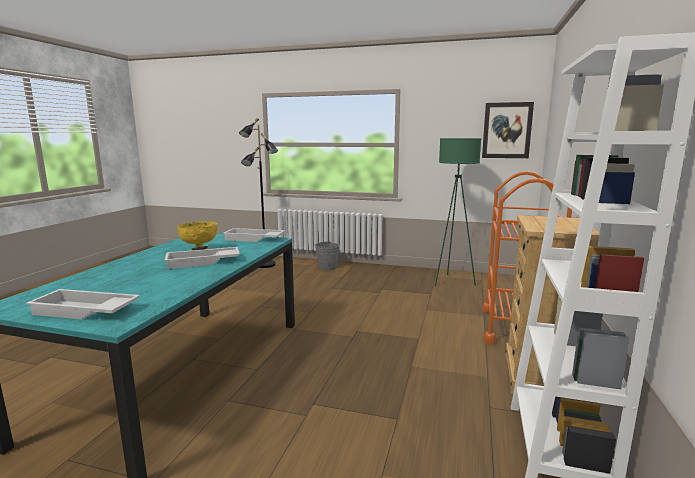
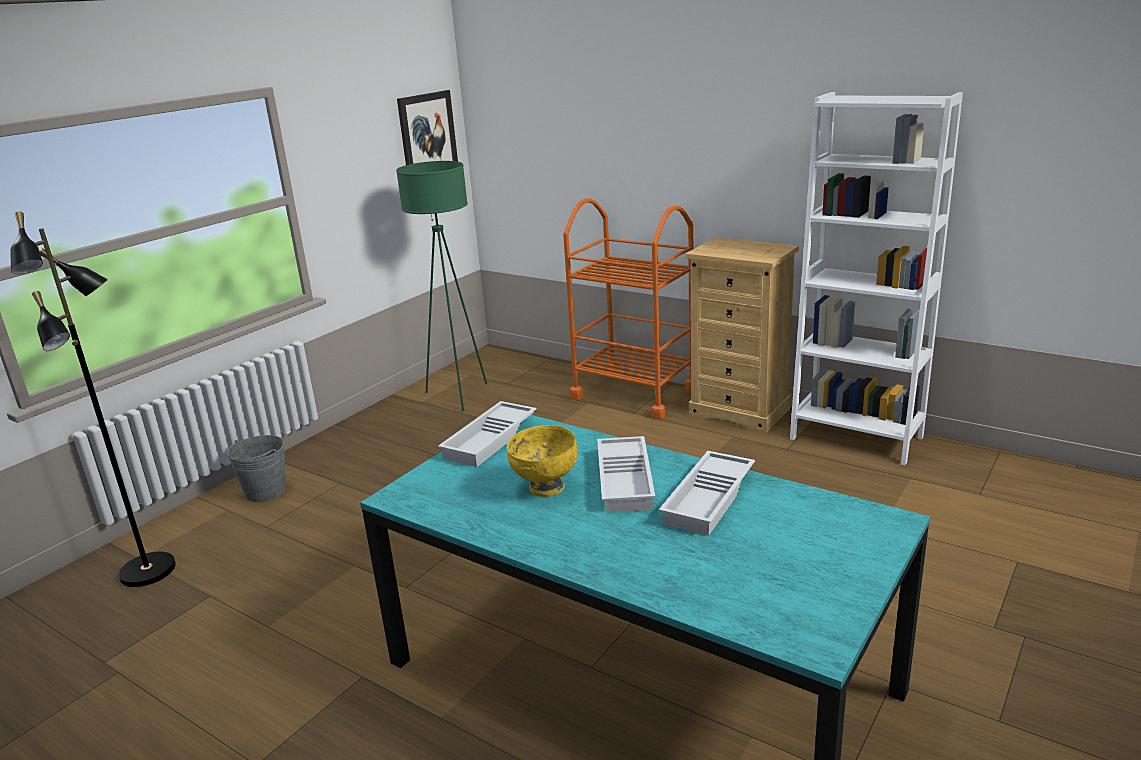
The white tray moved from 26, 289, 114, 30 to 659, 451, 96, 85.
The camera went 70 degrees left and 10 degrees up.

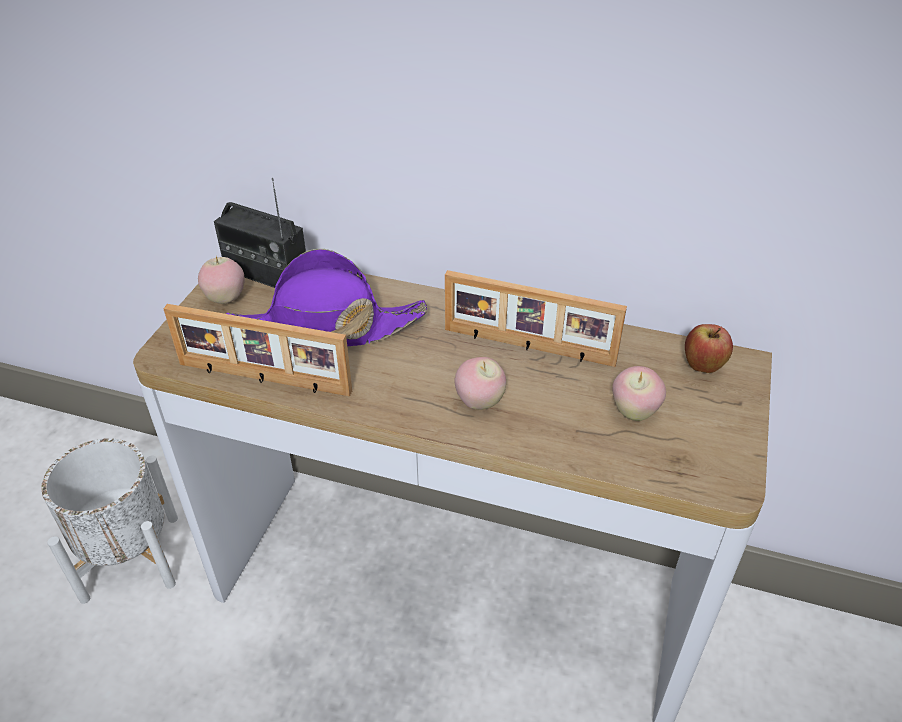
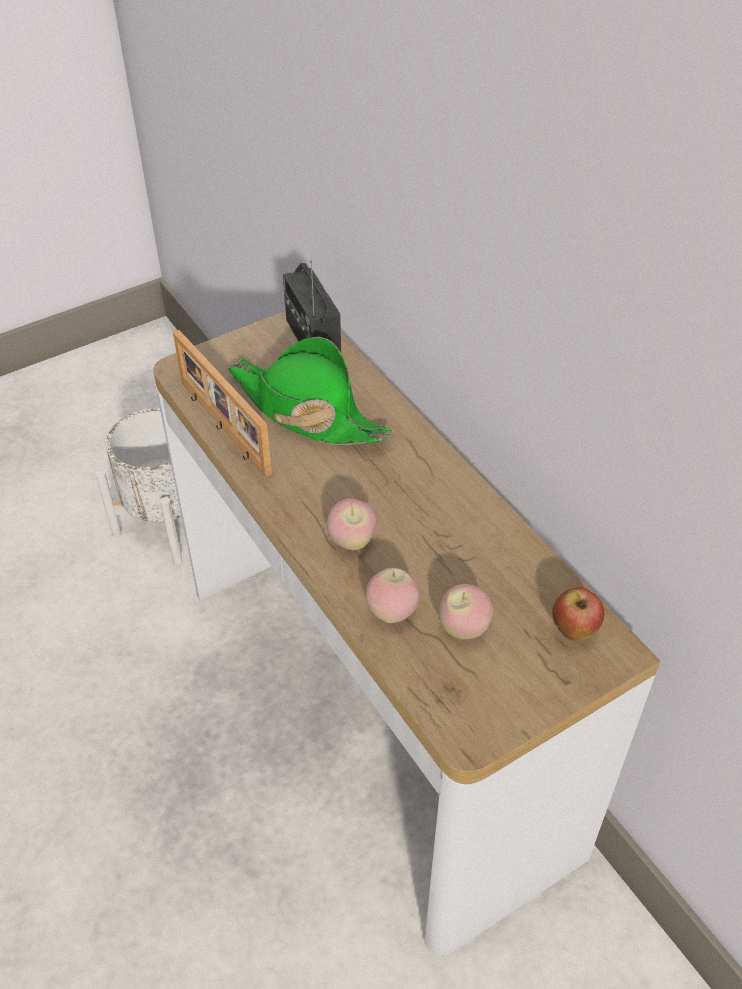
The standing frame at 445, 270, 182, 97 disappeared.
The apple moved from 198, 256, 47, 48 to 366, 568, 54, 55.
The purplish clothing hat at 226, 249, 201, 97 became the greenish clothing hat at 228, 337, 165, 108.
The camera went 40 degrees right and 5 degrees up.

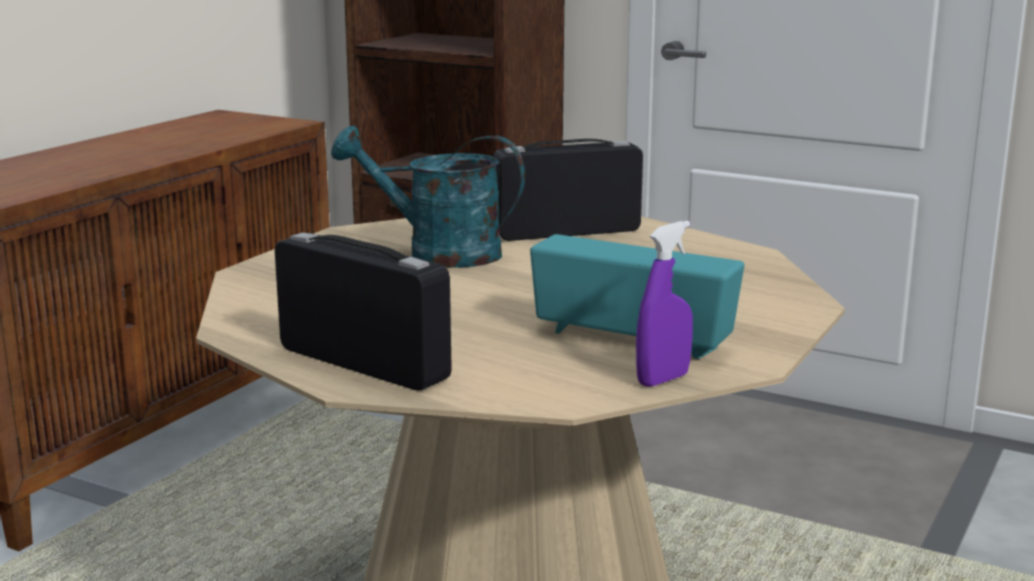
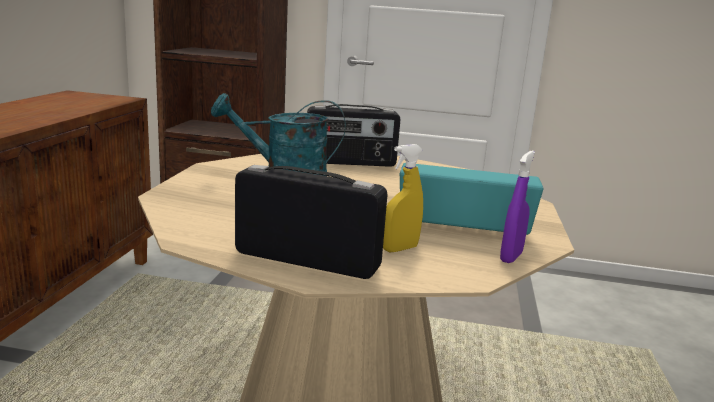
The yellow-coloured sprayer at 383, 144, 40, 108 appeared.
The radio receiver at 493, 139, 150, 102 turned 150 degrees counterclockwise.
The camera went 20 degrees left and 0 degrees up.

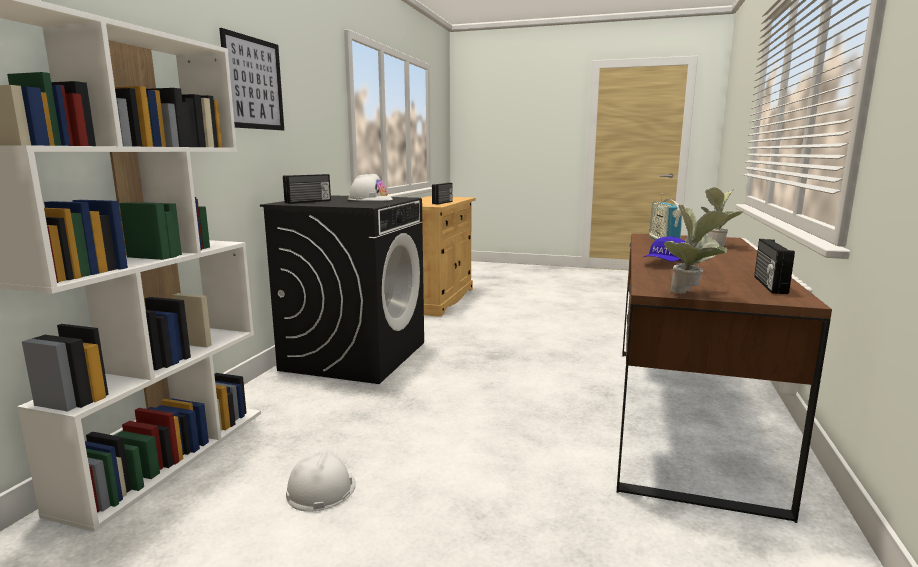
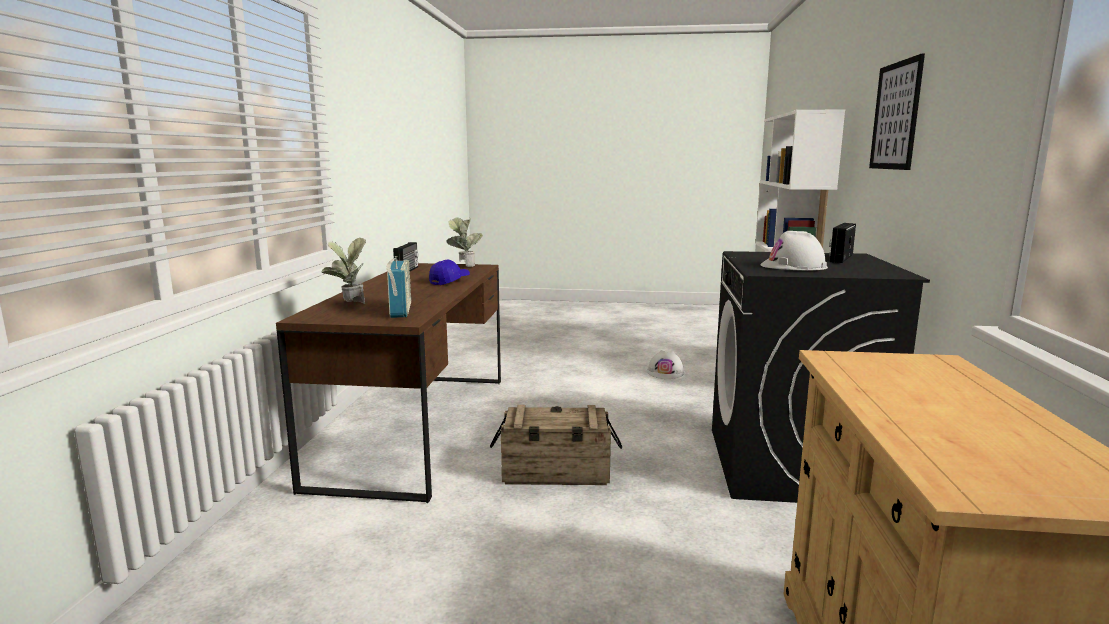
The radio receiver at 432, 183, 21, 21 disappeared.
The shipping crate at 490, 405, 132, 80 appeared.
The camera went 170 degrees right and 0 degrees up.

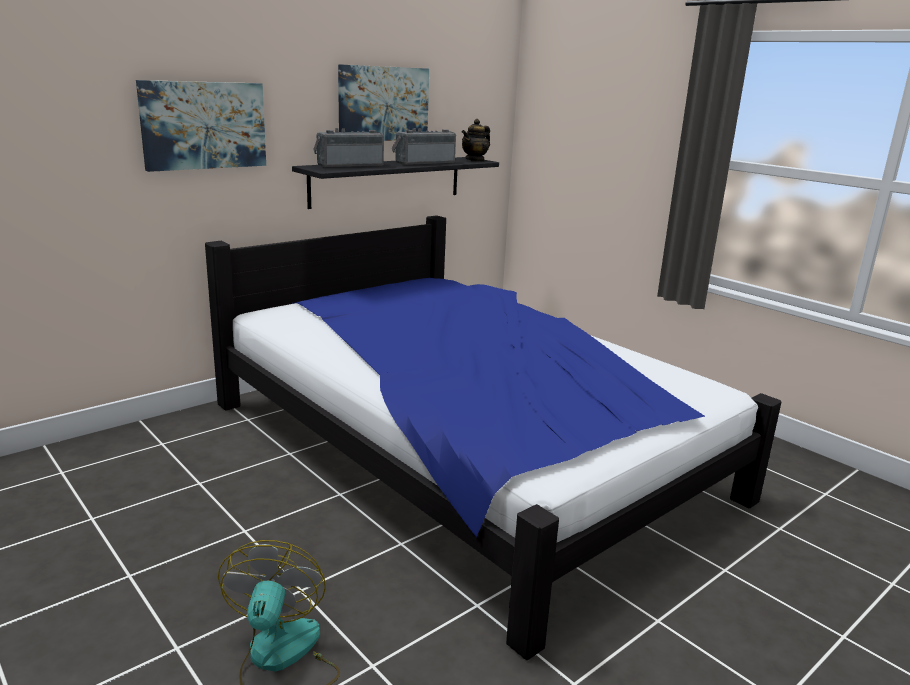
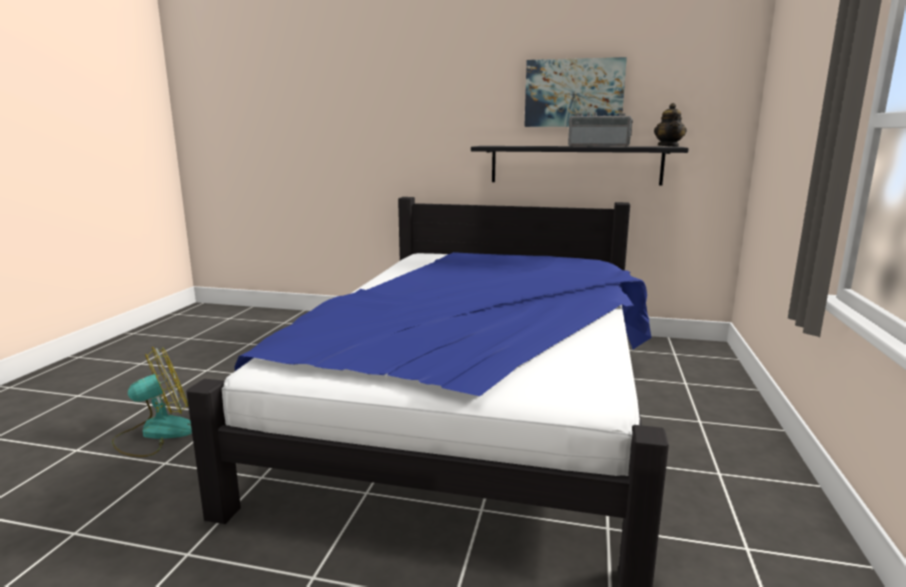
The wall picture at 136, 80, 130, 92 disappeared.
The radio receiver at 313, 128, 71, 40 disappeared.
The teapot at 462, 119, 28, 43 turned 90 degrees counterclockwise.
The camera went 55 degrees right and 5 degrees down.

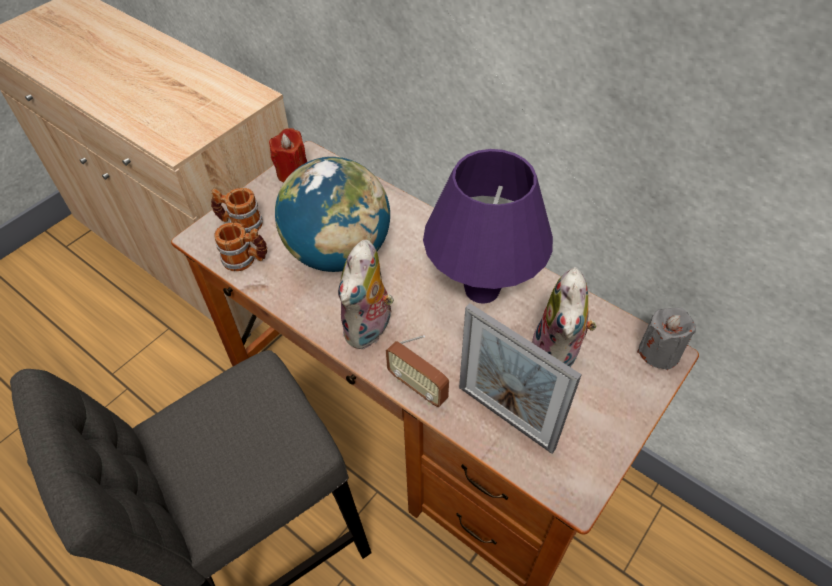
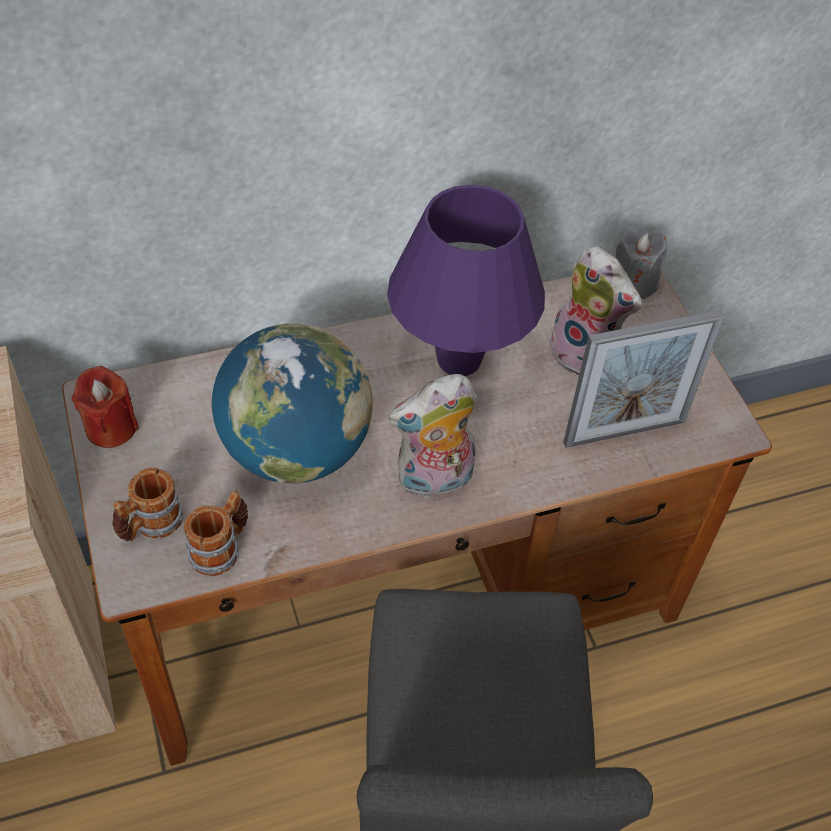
The radio receiver at 386, 335, 63, 72 disappeared.
The plush toy at 338, 240, 60, 109 turned 105 degrees clockwise.
The camera went 60 degrees left and 0 degrees up.

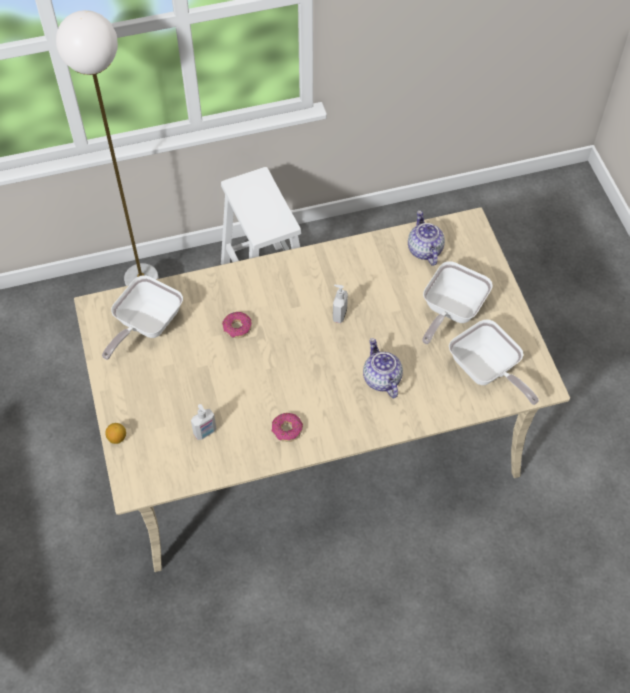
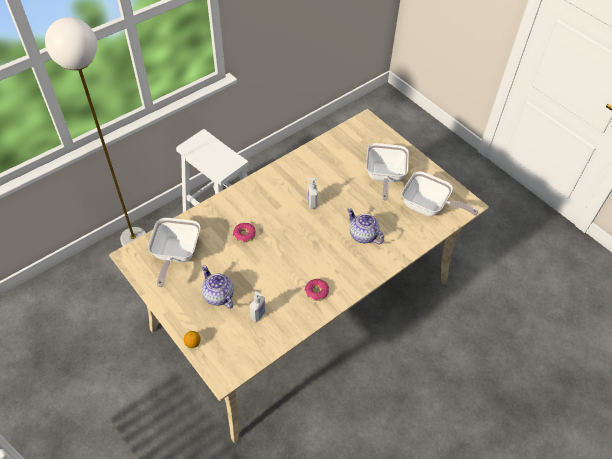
The teapot moved from 408, 210, 37, 56 to 202, 265, 32, 44.
The camera went 25 degrees left and 5 degrees down.

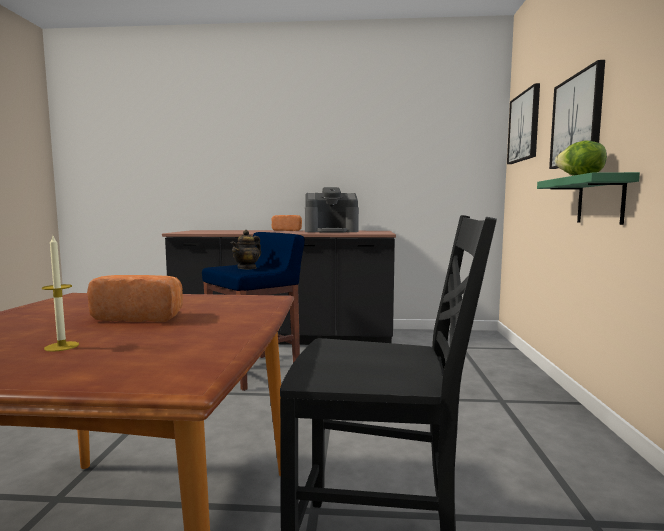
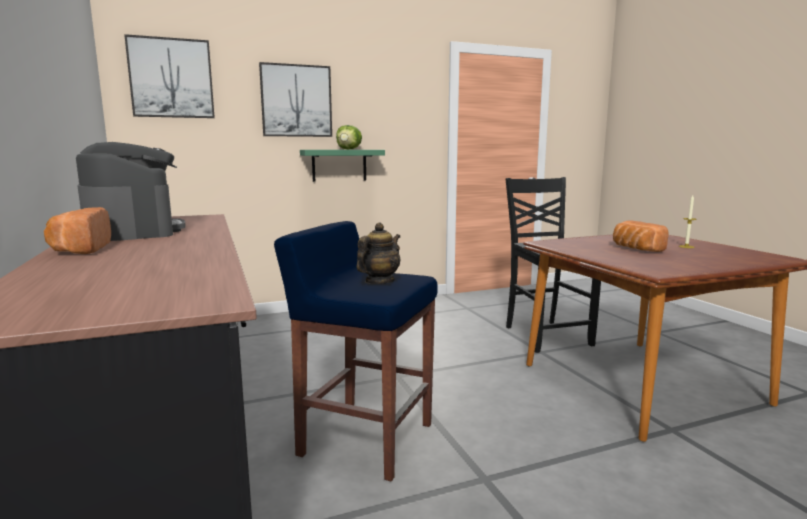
The teapot at 231, 230, 30, 39 turned 60 degrees counterclockwise.
The camera went 115 degrees left and 5 degrees up.

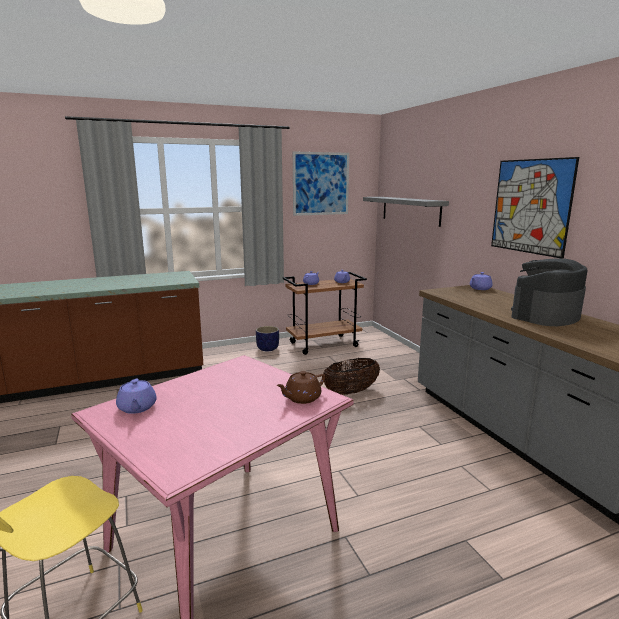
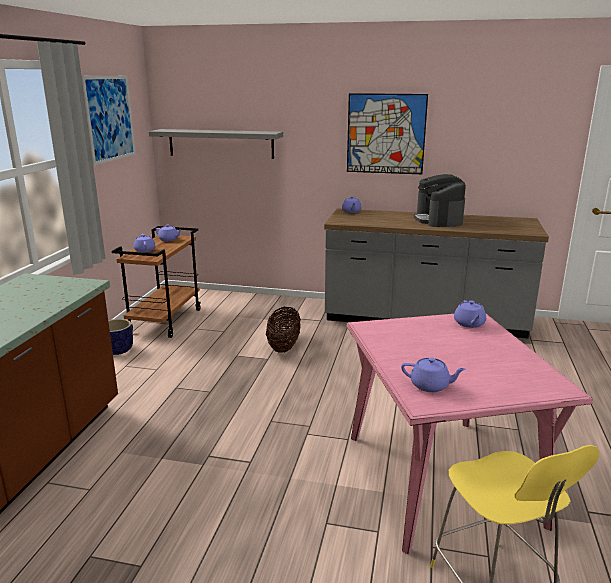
The brown-coloured teapot at 276, 371, 49, 33 became the purplish teapot at 454, 300, 32, 28.
The camera went 55 degrees left and 5 degrees up.

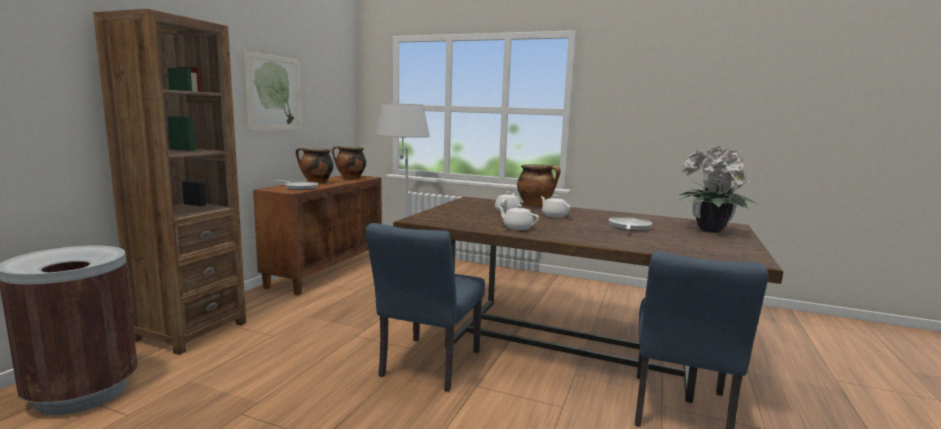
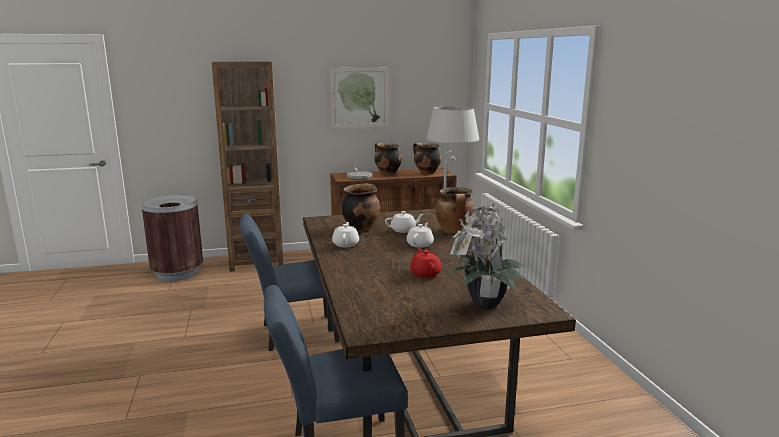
The saucepot at 341, 183, 40, 49 appeared.
The skillet at 609, 217, 43, 14 was replaced by the red-coloured teapot at 410, 247, 31, 31.
The camera went 55 degrees right and 5 degrees up.

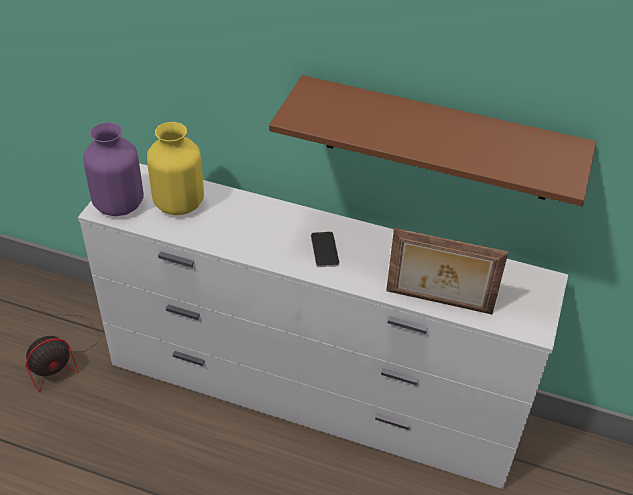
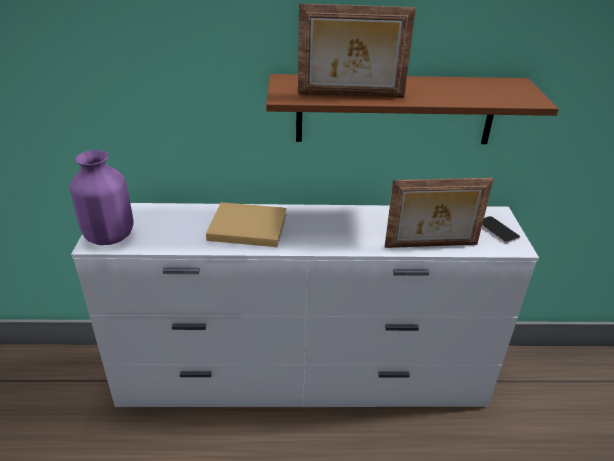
The fan at 25, 302, 75, 90 disappeared.
The yellow-coloured decorative vase at 147, 122, 57, 93 disappeared.
The beige bound book at 206, 202, 81, 45 appeared.
The standing frame at 298, 3, 118, 95 appeared.
The telephone moved from 311, 231, 28, 36 to 482, 216, 38, 27.
The camera went 20 degrees left and 10 degrees down.

